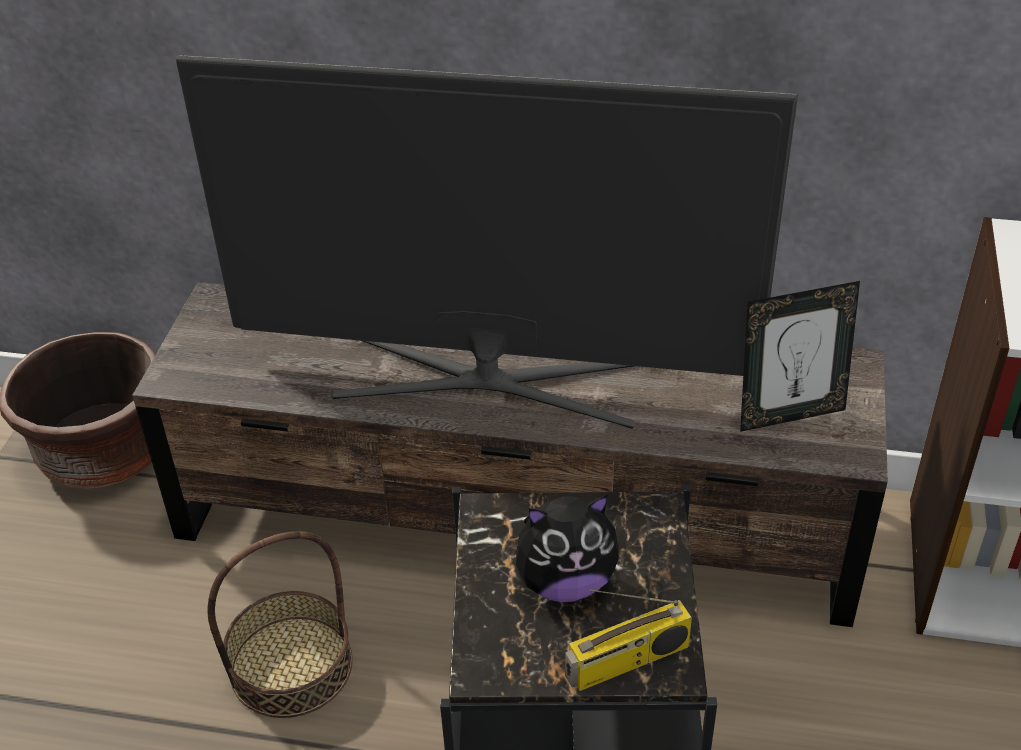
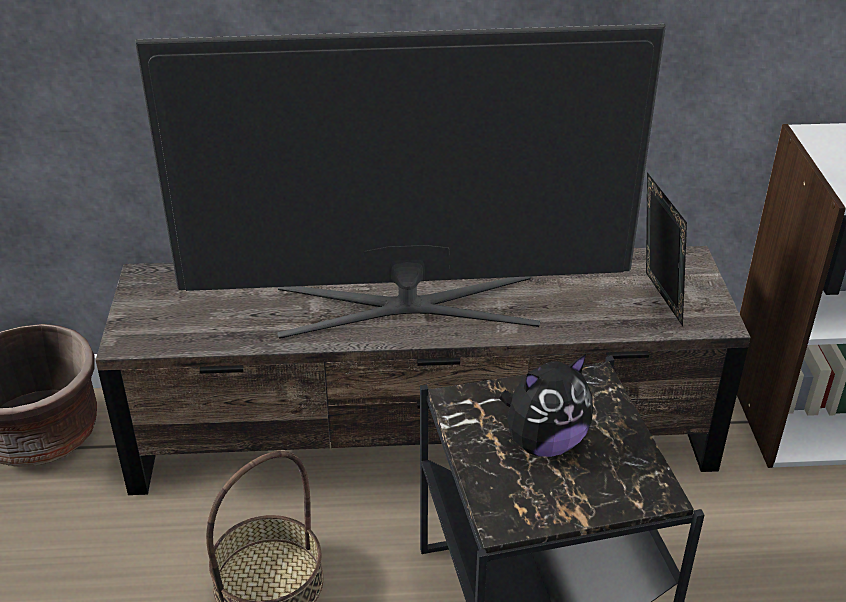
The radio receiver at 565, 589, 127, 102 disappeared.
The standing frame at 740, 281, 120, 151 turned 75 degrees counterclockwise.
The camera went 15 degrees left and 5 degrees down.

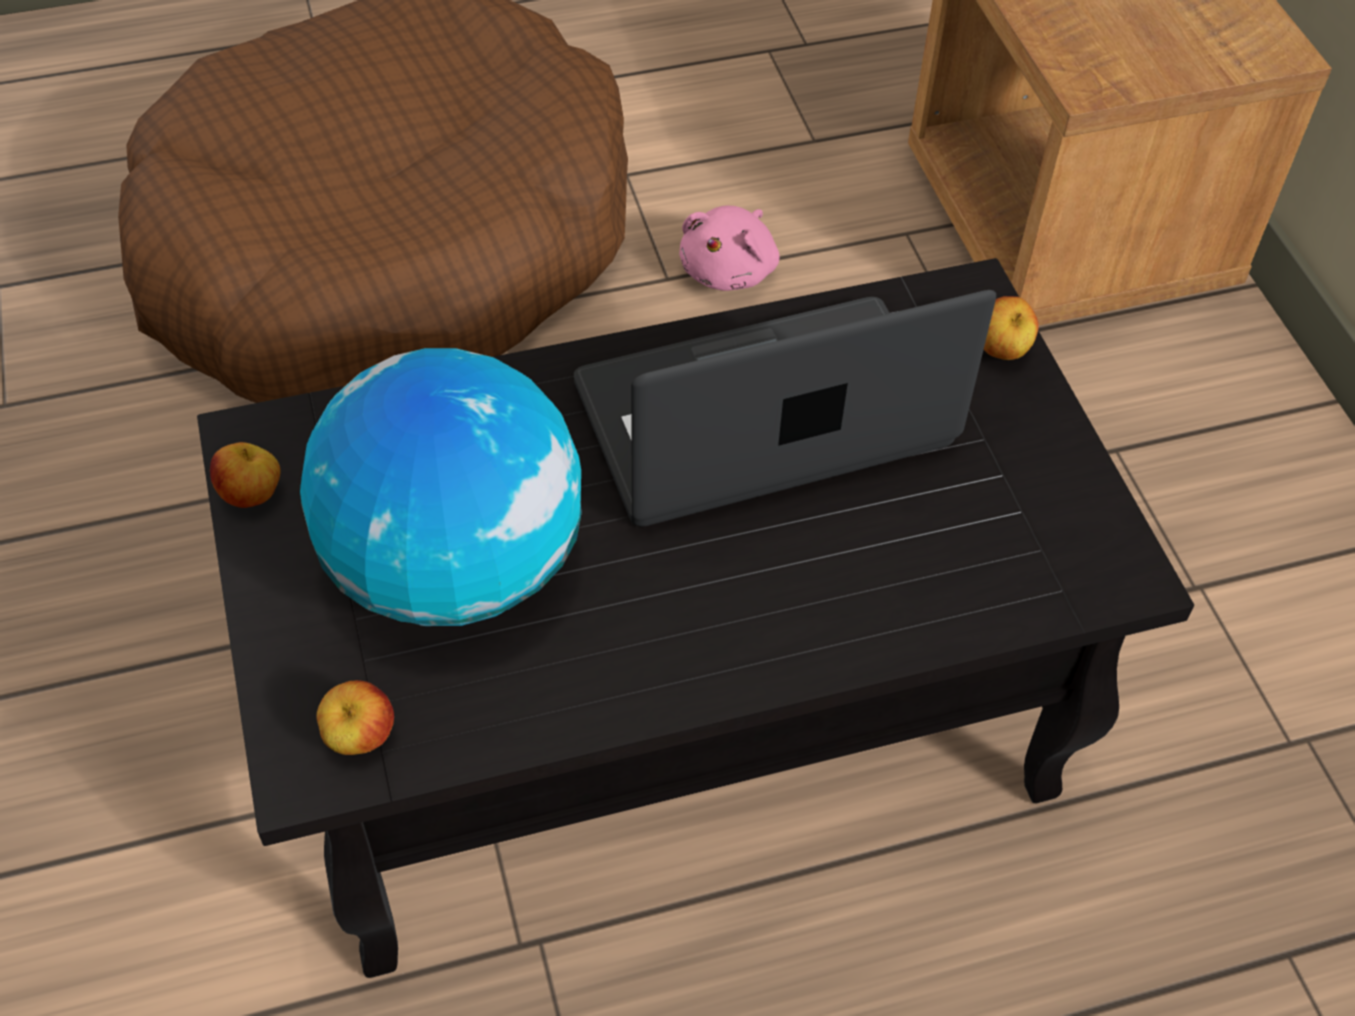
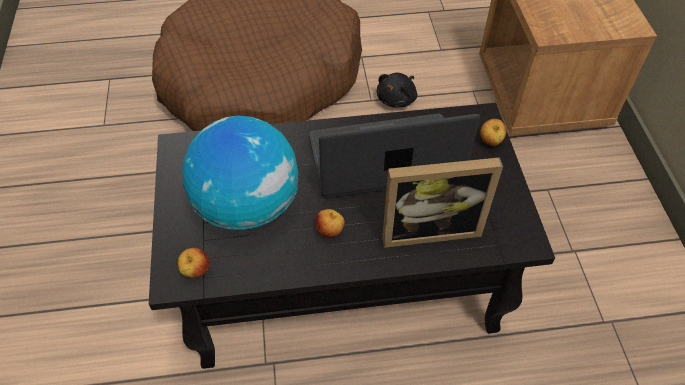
The standing frame at 382, 157, 121, 91 appeared.
The apple moved from 210, 442, 70, 66 to 315, 209, 30, 28.
The pinkish plush toy at 679, 206, 100, 85 became the black-coloured plush toy at 377, 73, 40, 34.
The camera went 10 degrees right and 0 degrees up.

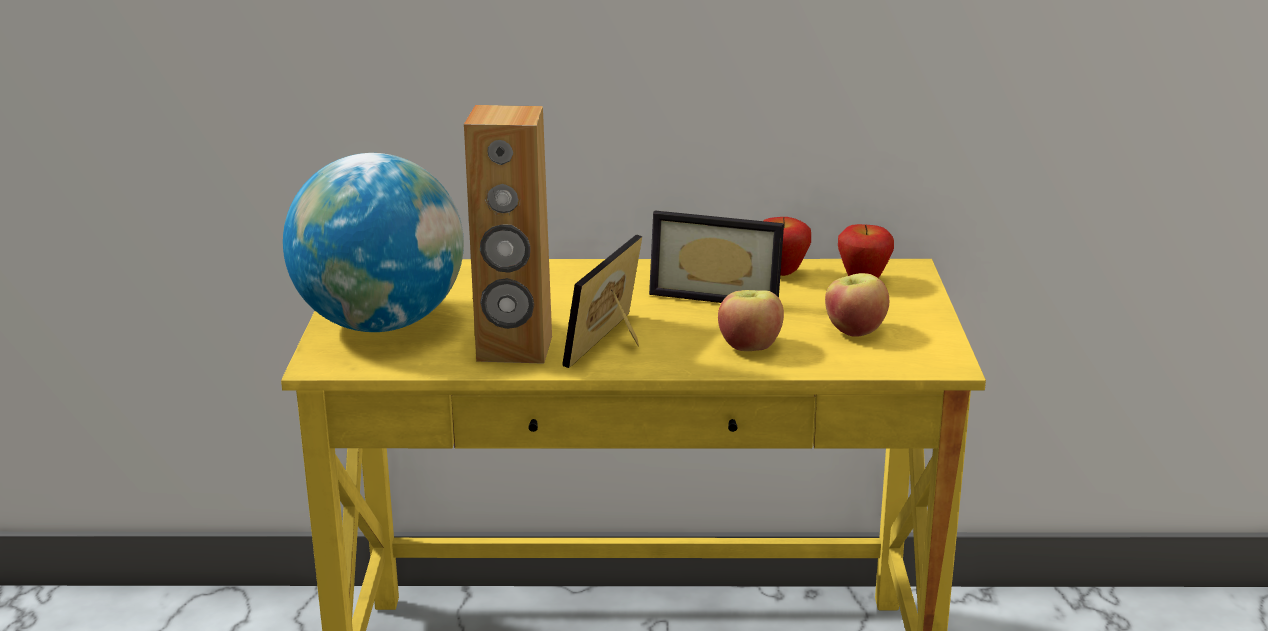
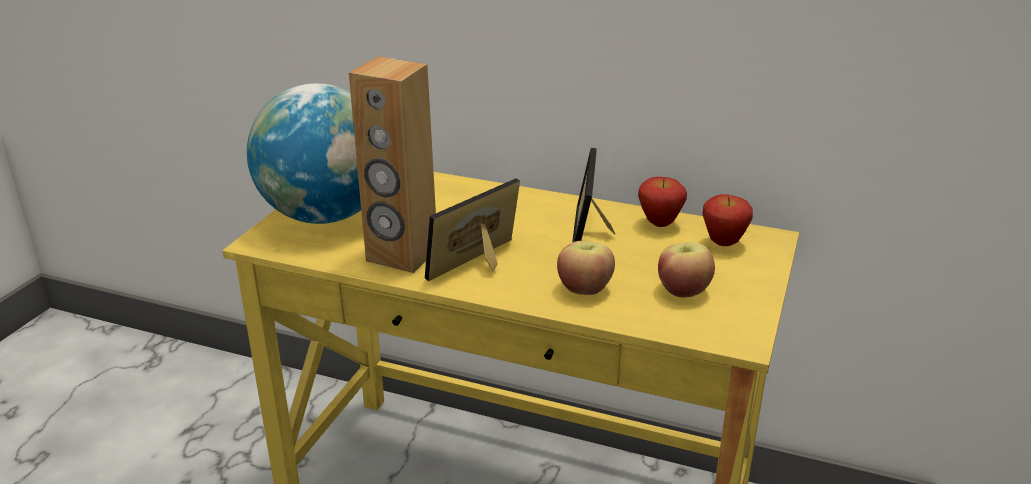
The standing frame at 649, 211, 135, 92 turned 60 degrees clockwise.
The camera went 20 degrees right and 5 degrees up.

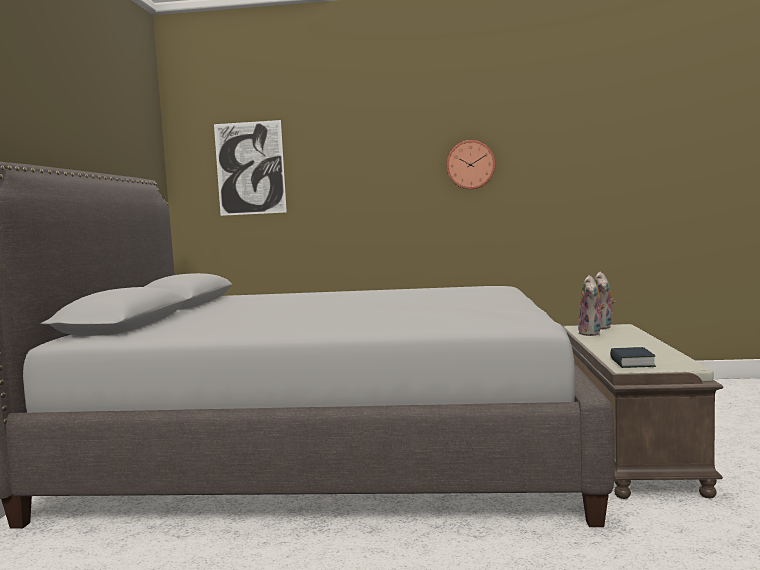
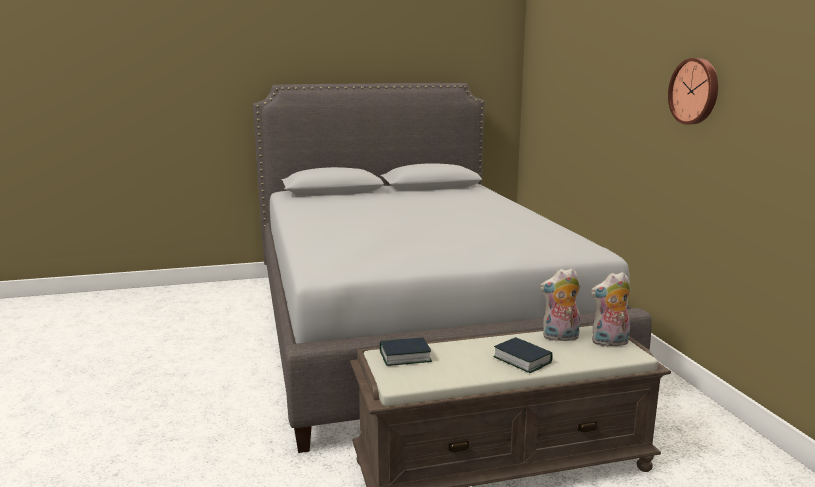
The wall picture at 214, 120, 73, 96 disappeared.
The bound book at 493, 337, 60, 36 appeared.
The camera went 70 degrees right and 10 degrees up.

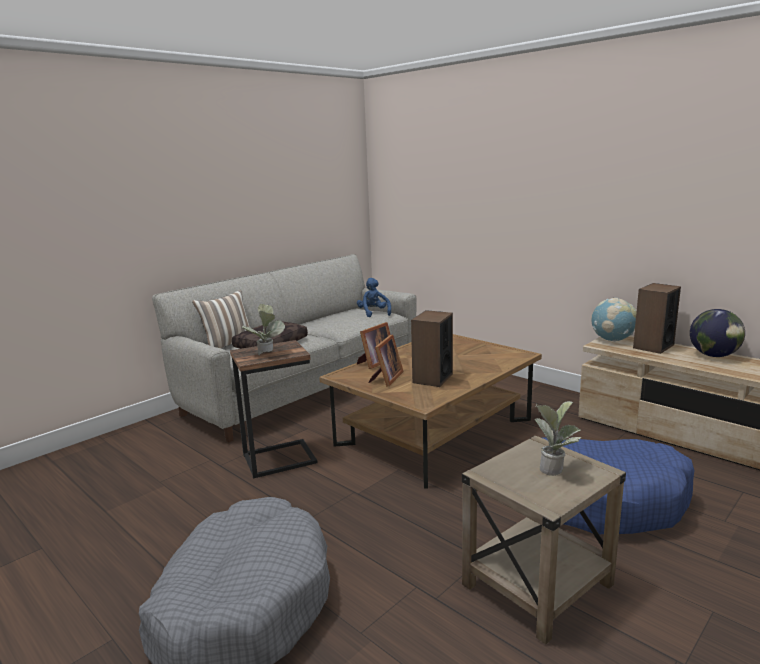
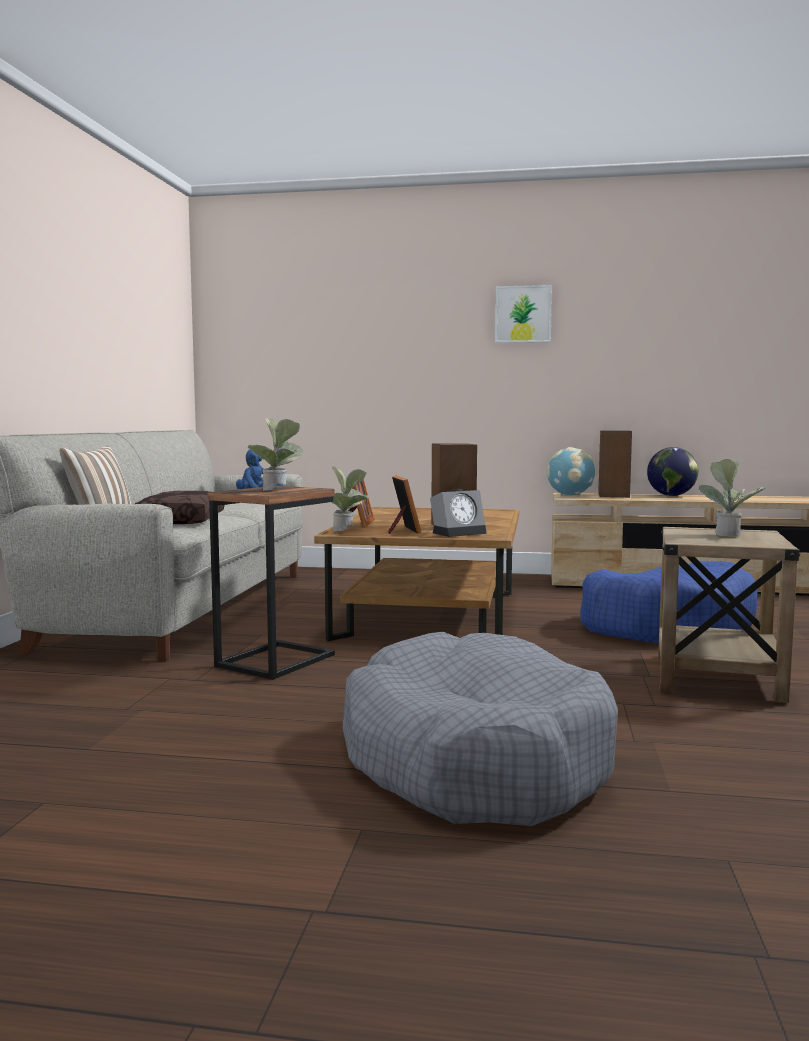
The houseplant at 331, 466, 37, 66 appeared.
The alarm clock at 430, 489, 57, 48 appeared.
The wall picture at 495, 285, 57, 58 appeared.
The camera went 35 degrees left and 10 degrees down.

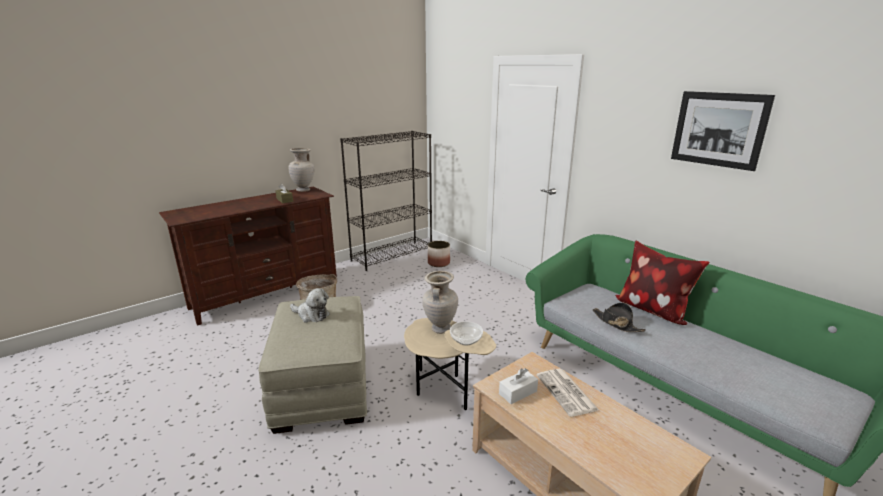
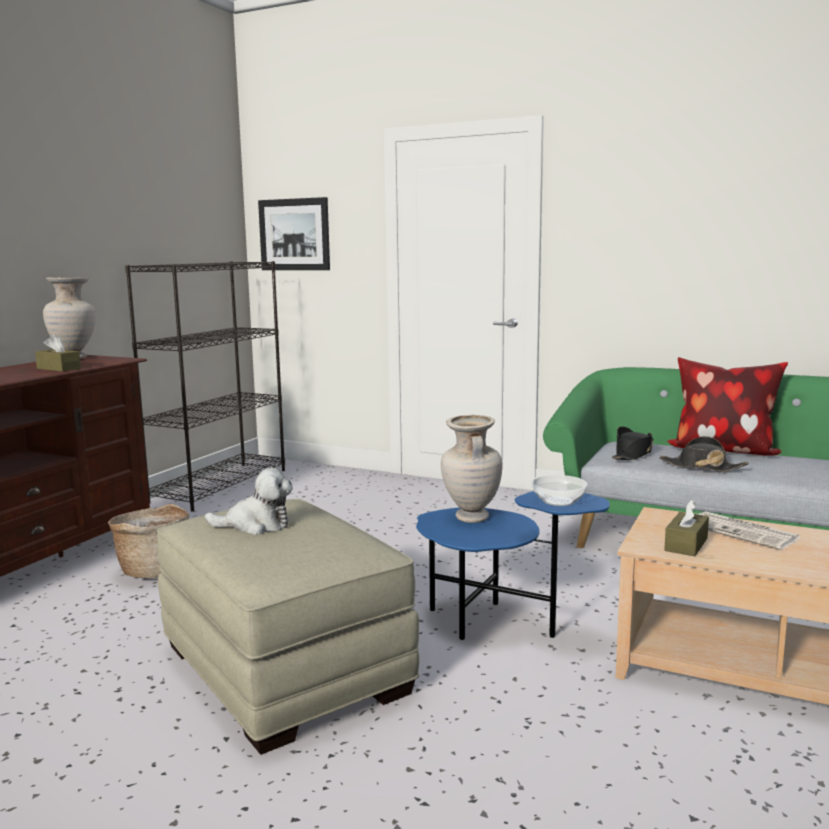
The planter at 428, 241, 22, 26 disappeared.
The black-coloured clothing hat at 612, 427, 42, 33 appeared.
The wall picture moved from 671, 91, 104, 80 to 258, 197, 72, 73.
The beige end table at 404, 318, 92, 92 became the bluish end table at 416, 491, 194, 149.
The white tissue box at 499, 368, 39, 36 became the brown-coloured tissue box at 664, 500, 45, 56.
The camera went 25 degrees left and 10 degrees down.

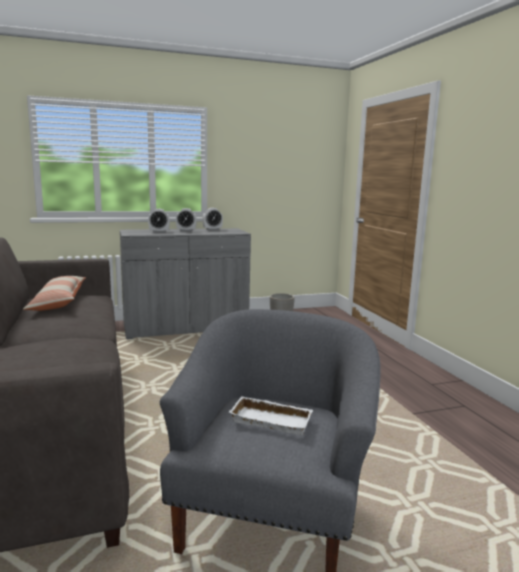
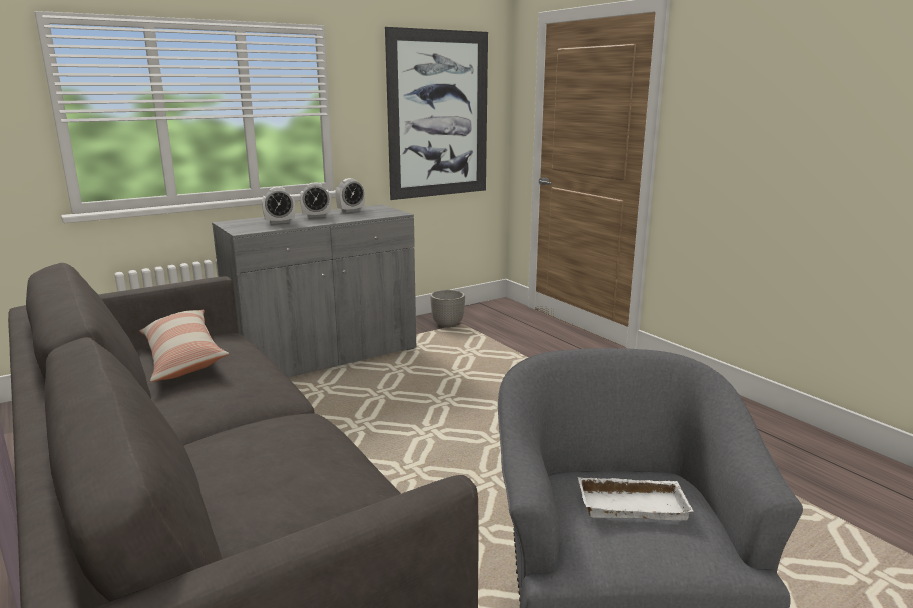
The wall picture at 385, 27, 103, 173 appeared.
The camera went 15 degrees left and 5 degrees up.

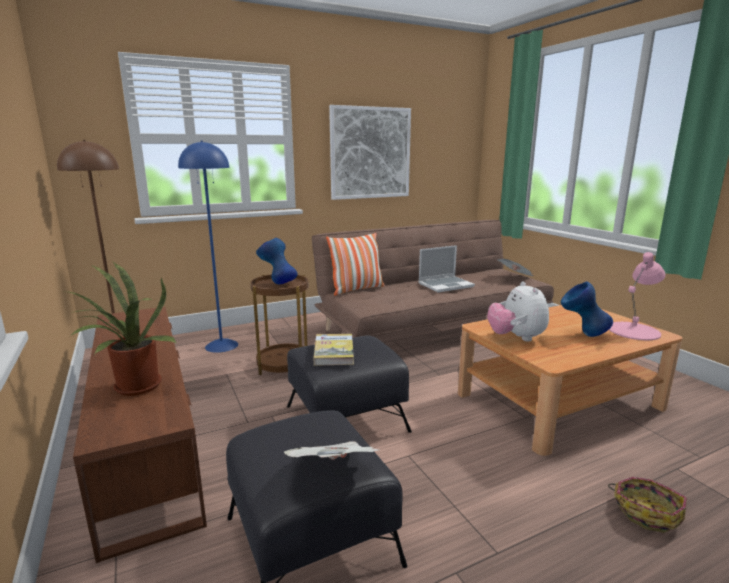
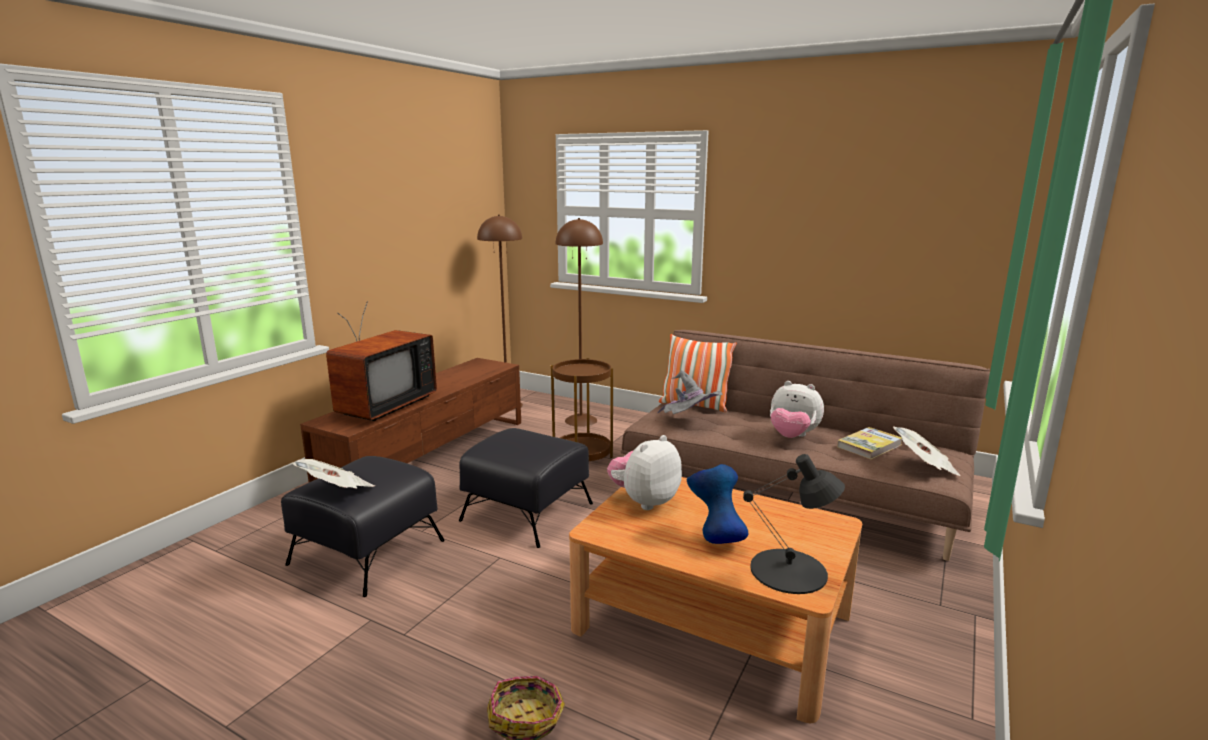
The bluish decorative vase at 256, 238, 42, 46 disappeared.
The wall picture at 329, 105, 82, 95 disappeared.
The gray clothing hat at 657, 370, 66, 44 appeared.
The bound book moved from 313, 334, 41, 32 to 837, 427, 65, 33.
The houseplant at 62, 262, 115, 134 was replaced by the television at 326, 301, 111, 120.
The portable computer at 418, 245, 57, 47 was replaced by the plush toy at 770, 381, 54, 57.
The bluish floor lamp at 178, 141, 60, 212 became the brown-coloured floor lamp at 556, 218, 47, 209.
The pinkish lamp for a table at 609, 252, 57, 88 became the black-coloured lamp for a table at 743, 454, 102, 140.
The camera went 55 degrees right and 0 degrees up.

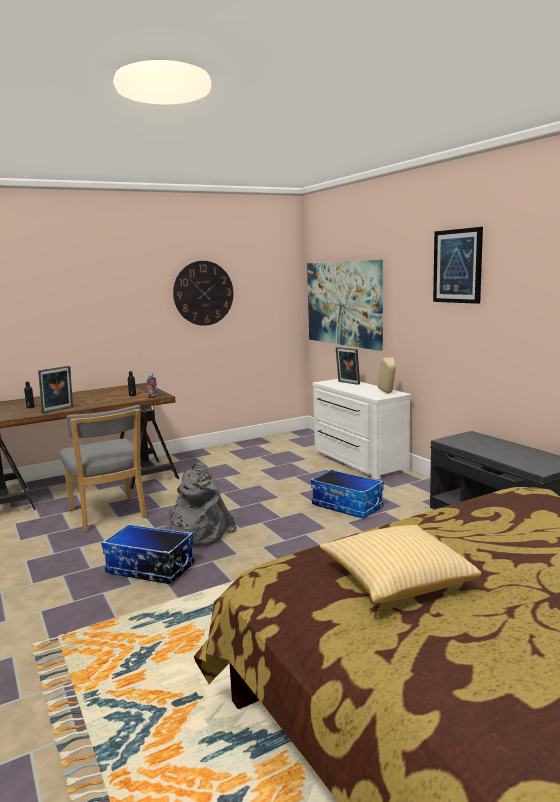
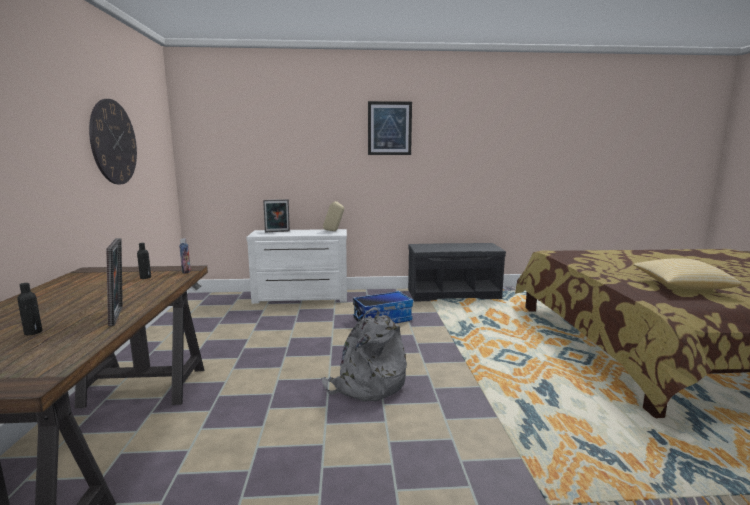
The gray chair at 59, 405, 88, 127 disappeared.
The storage box at 101, 524, 93, 60 disappeared.
The wall picture at 307, 260, 76, 91 disappeared.
The camera went 65 degrees left and 0 degrees up.

